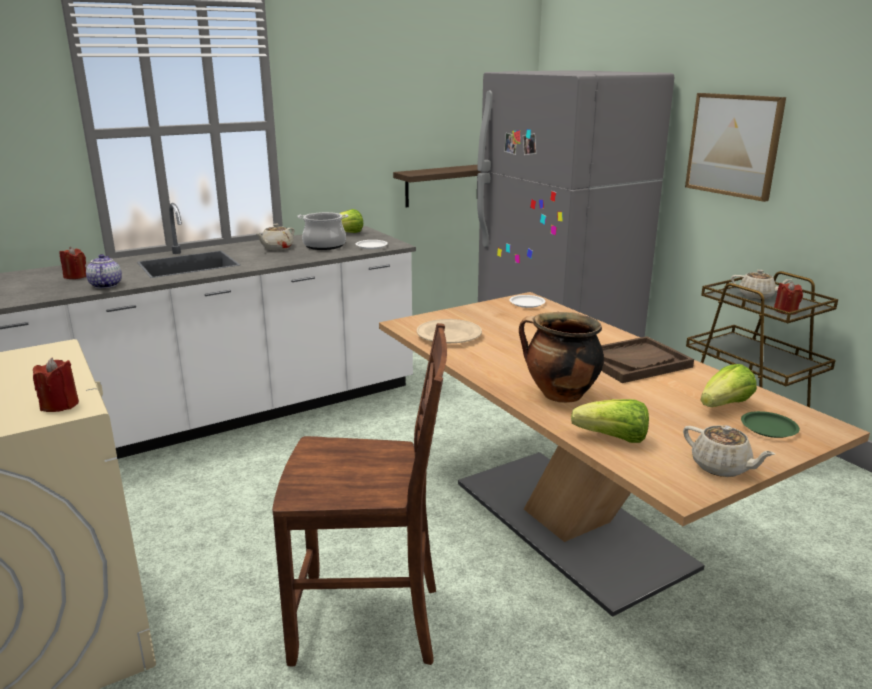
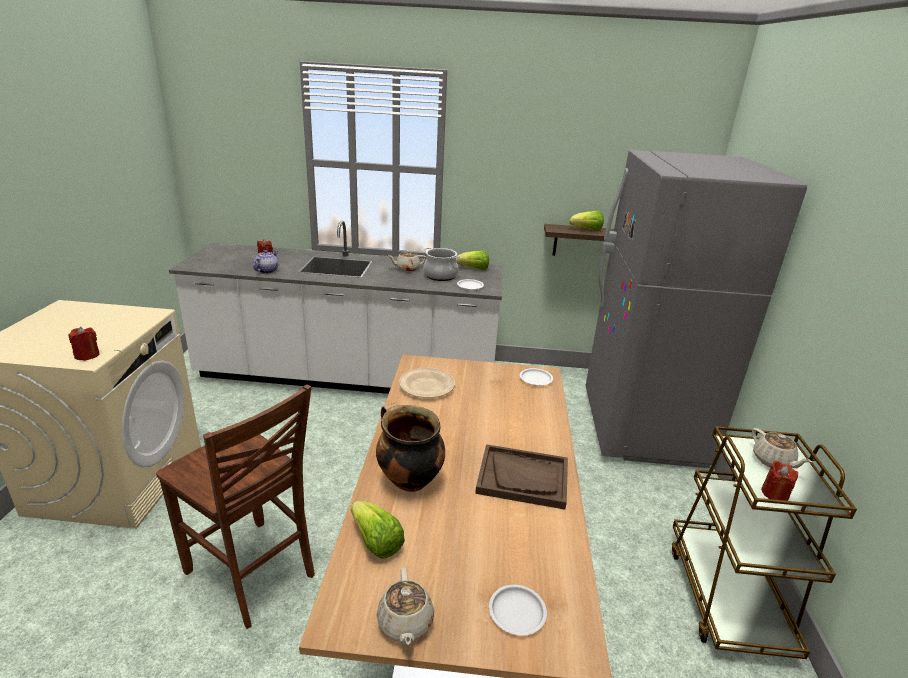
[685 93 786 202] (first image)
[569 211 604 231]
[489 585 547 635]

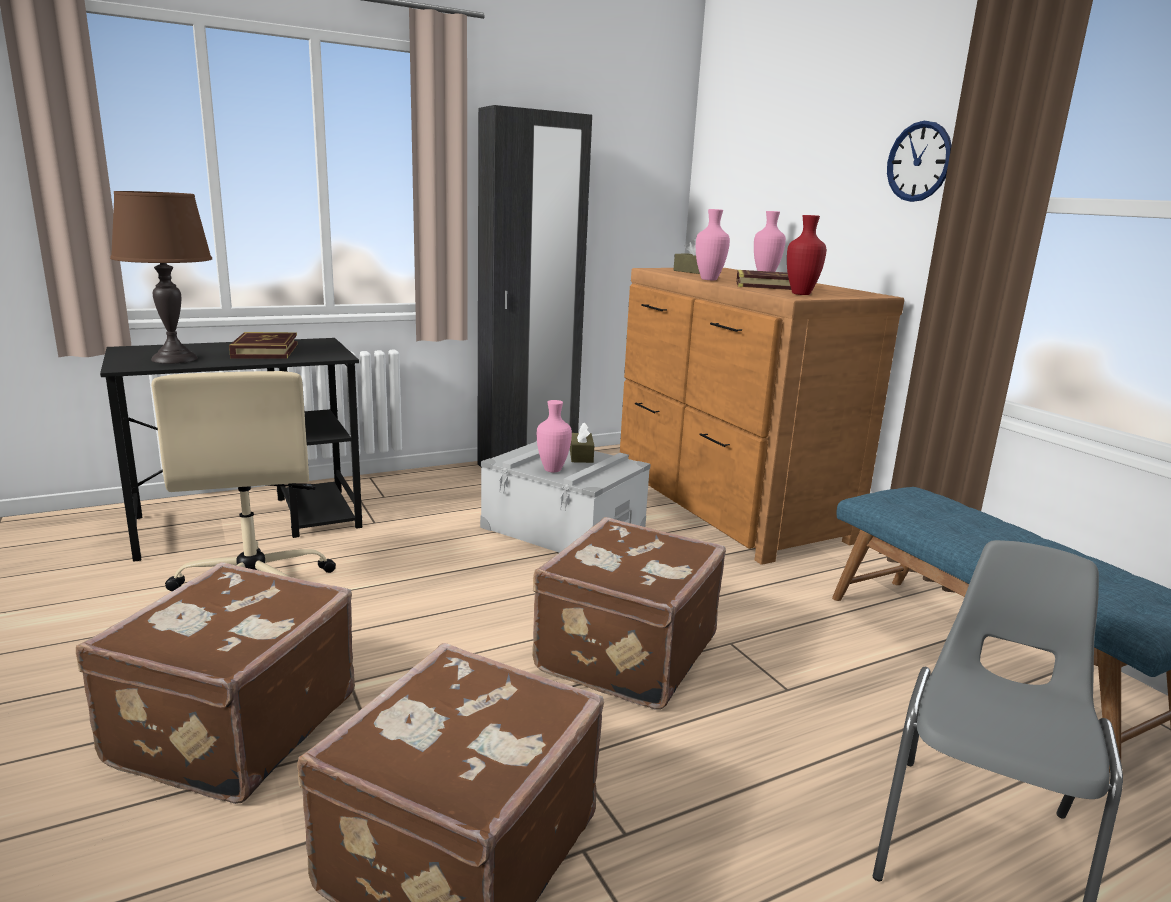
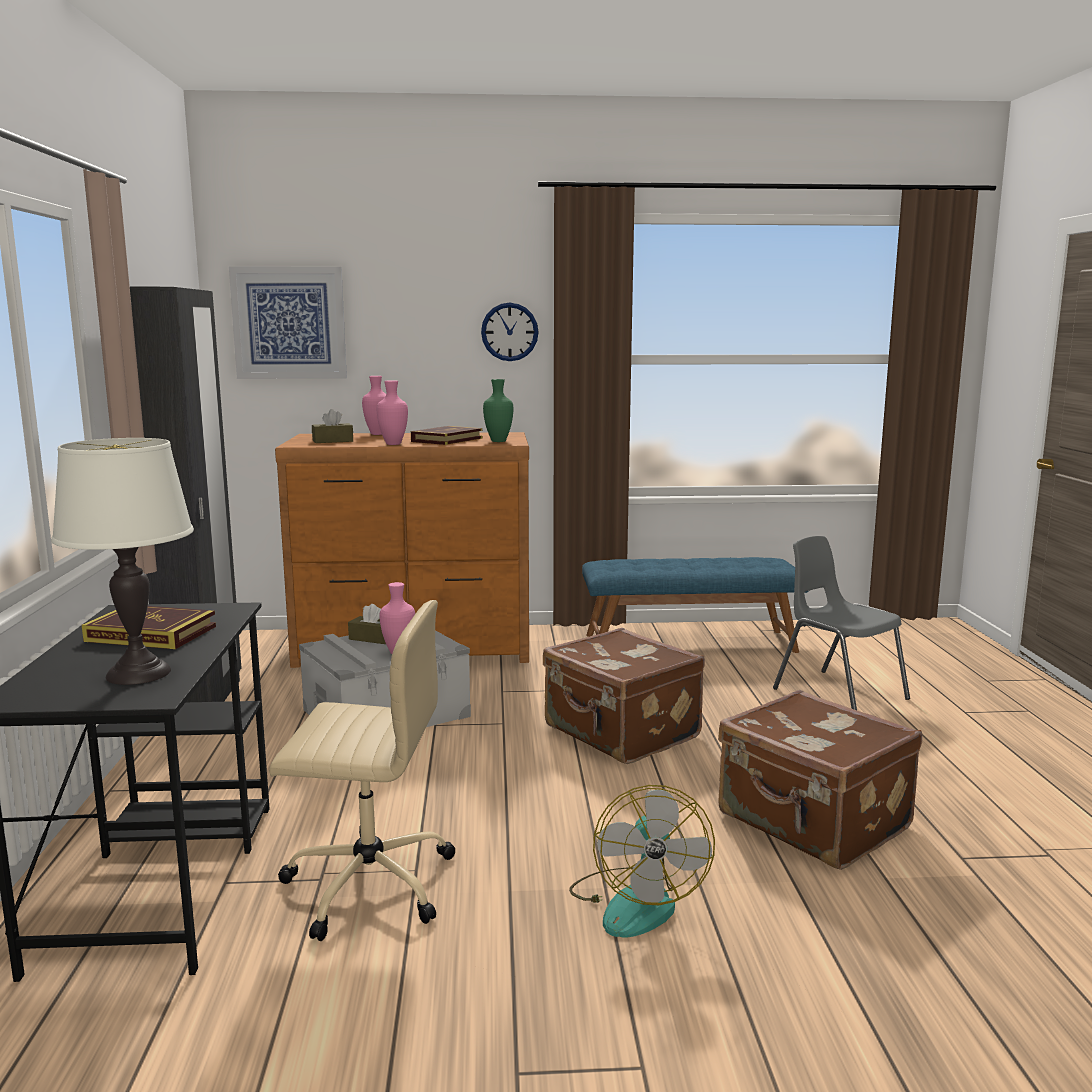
[51 438 194 685]
[483 379 514 442]
[569 785 715 938]
[229 266 347 379]

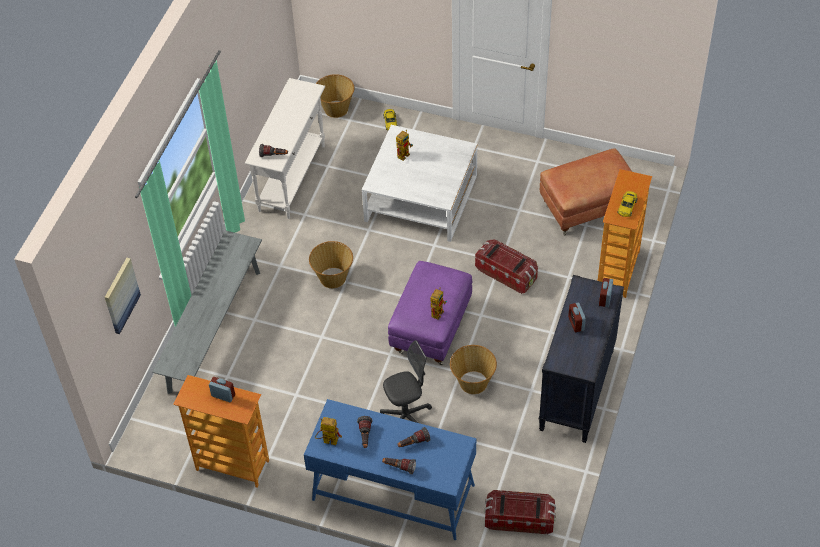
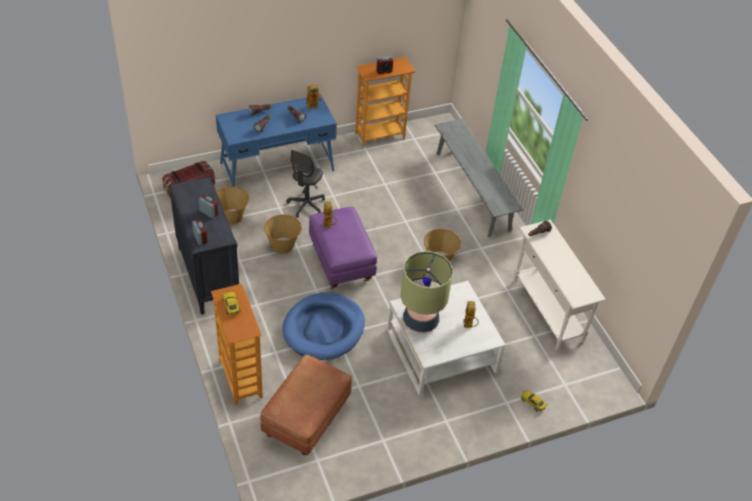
[217 186 249 225]
[282 292 365 360]
[105 258 141 334] (first image)
[400 251 453 333]

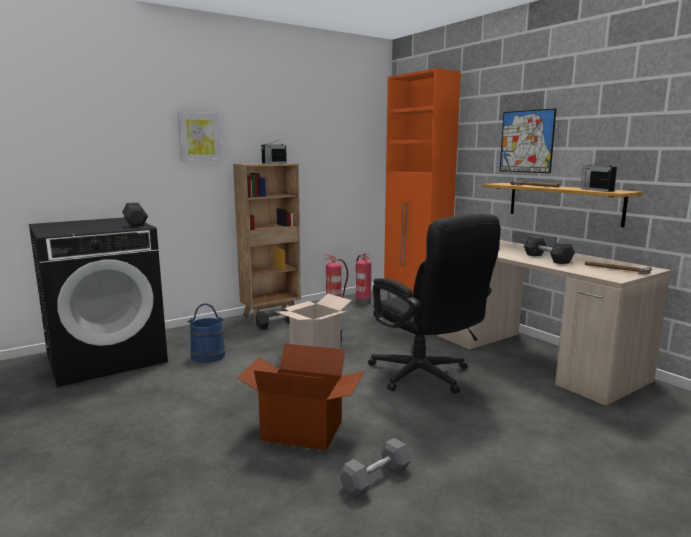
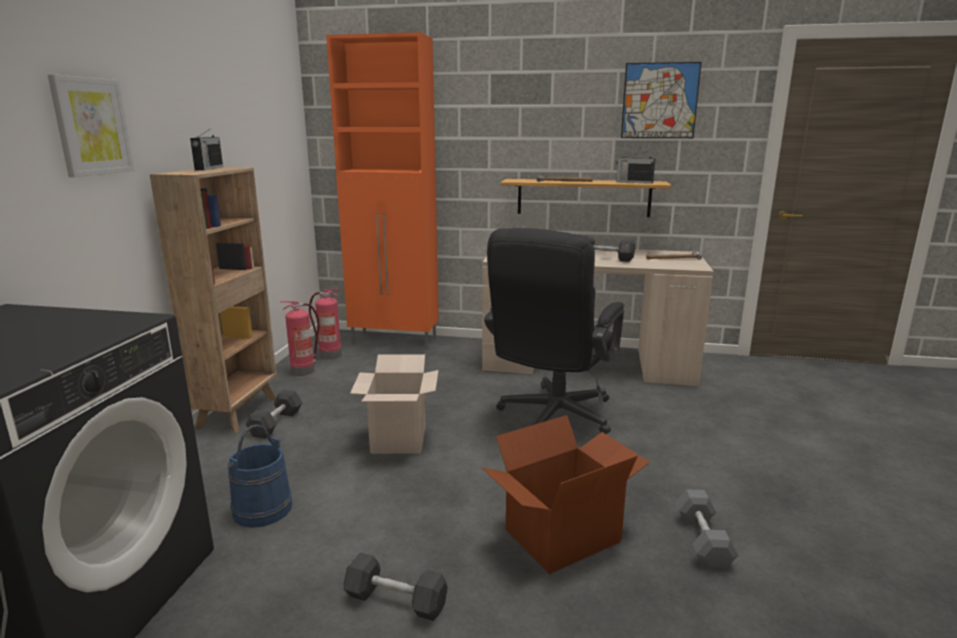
[621 62 702 138]
[344 553 448 621]
[484 228 624 434]

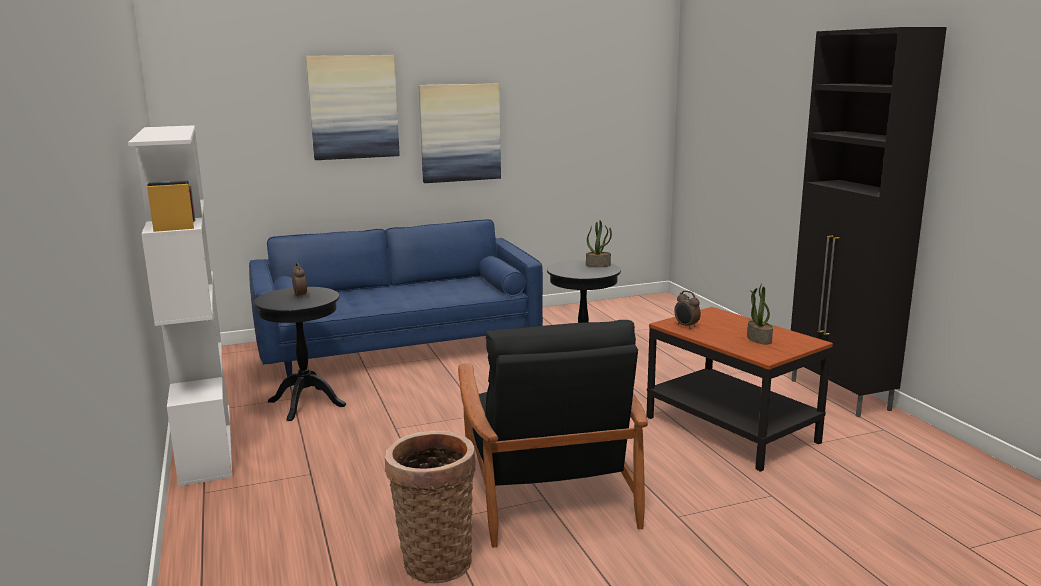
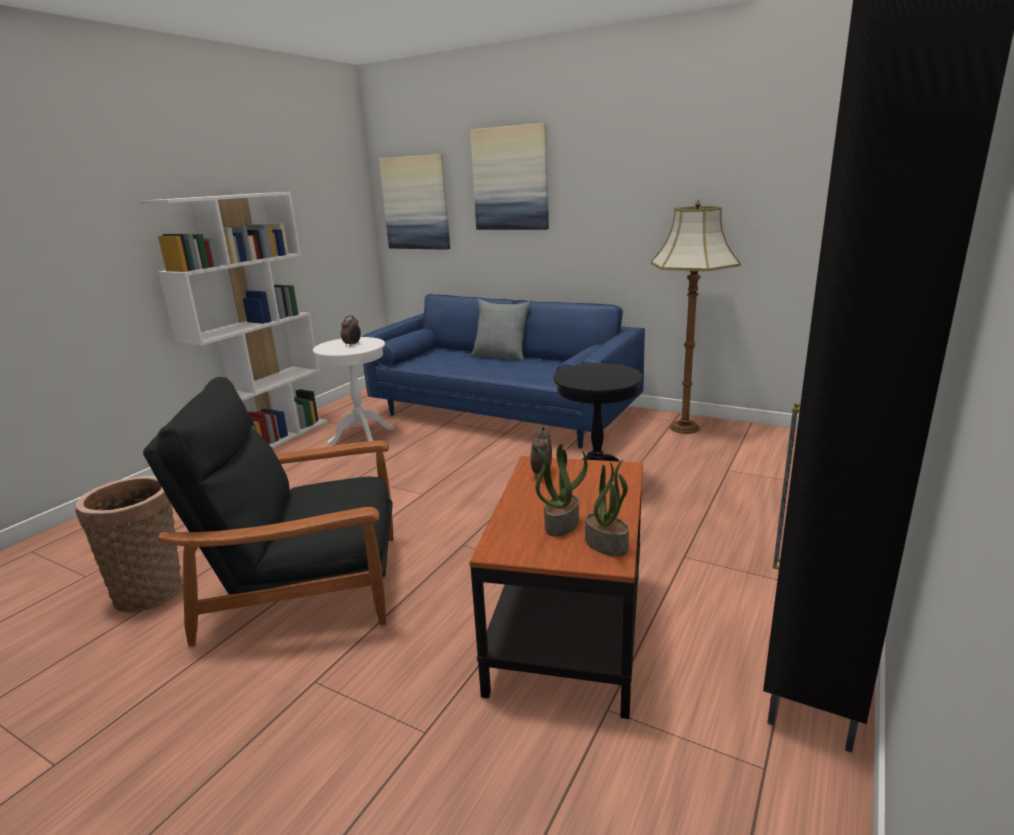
[379 154 450 250]
[585 460 629 557]
[313 337 395 445]
[143 377 393 647]
[651 199 741 434]
[471 299 531 361]

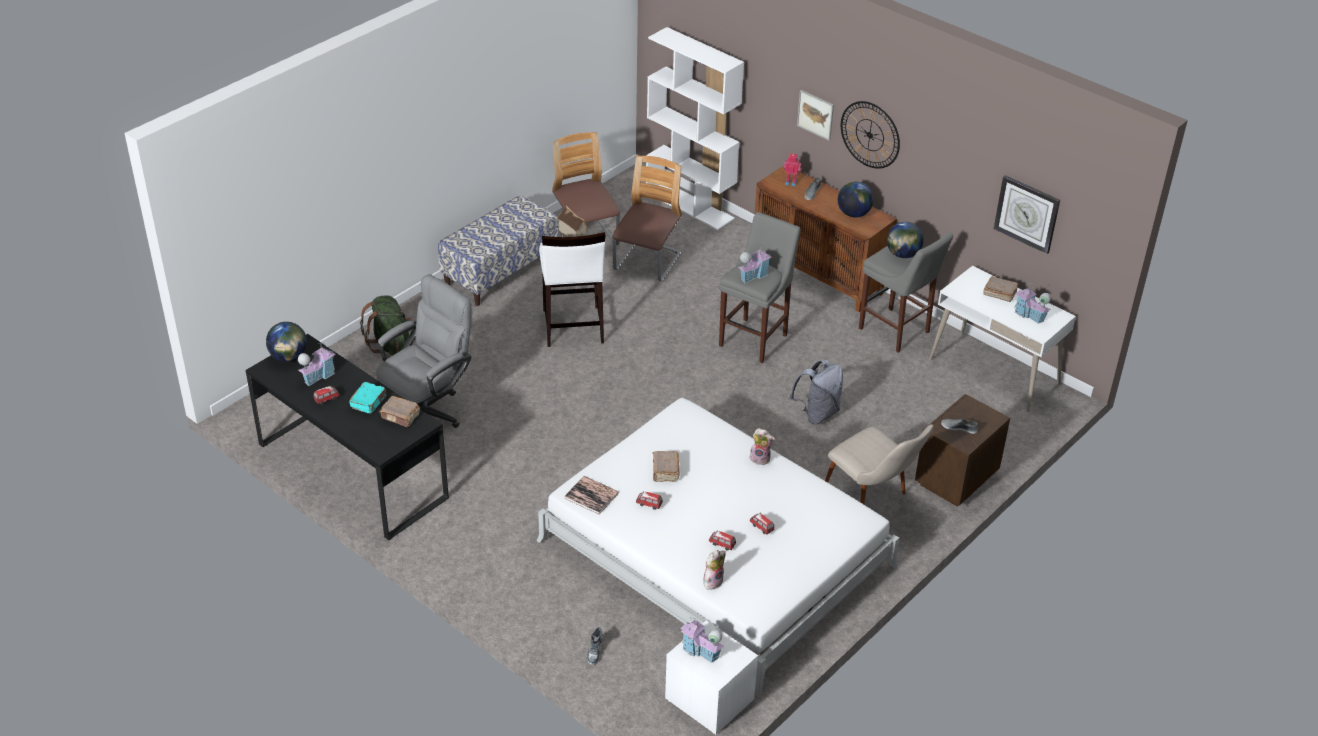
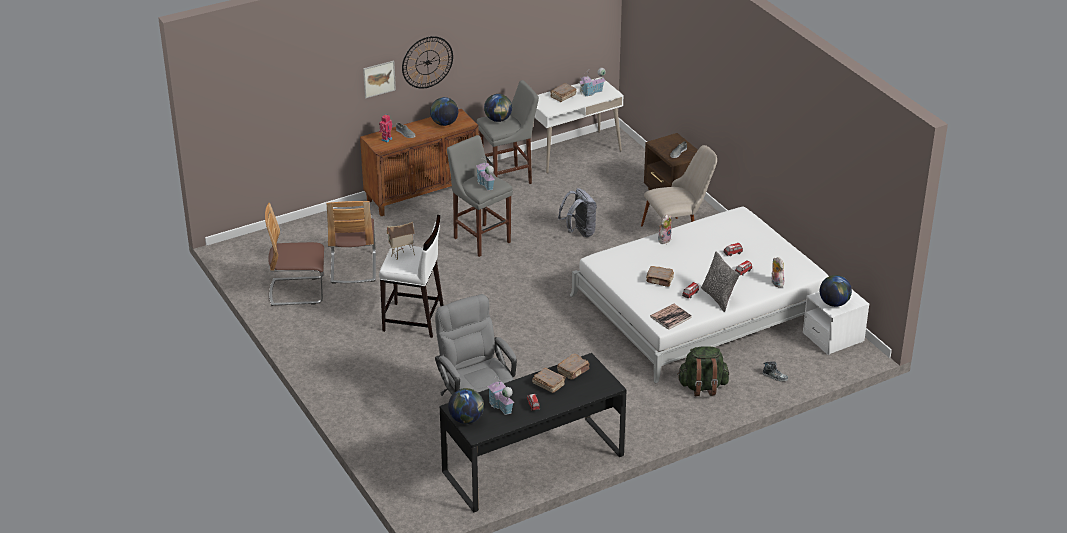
[646 27 744 230] (first image)
[326 201 376 284]
[994 175 1060 254] (first image)
[438 195 558 306] (first image)
[677 346 729 396]
[532 368 566 393]
[820 275 852 307]
[701 252 740 312]

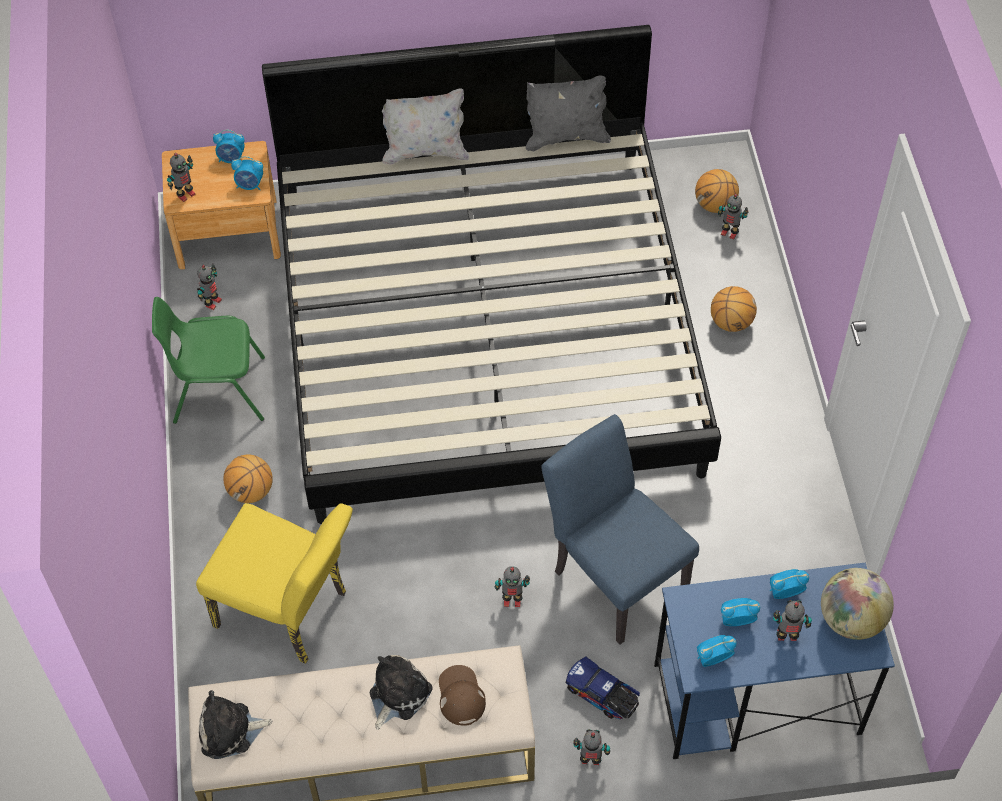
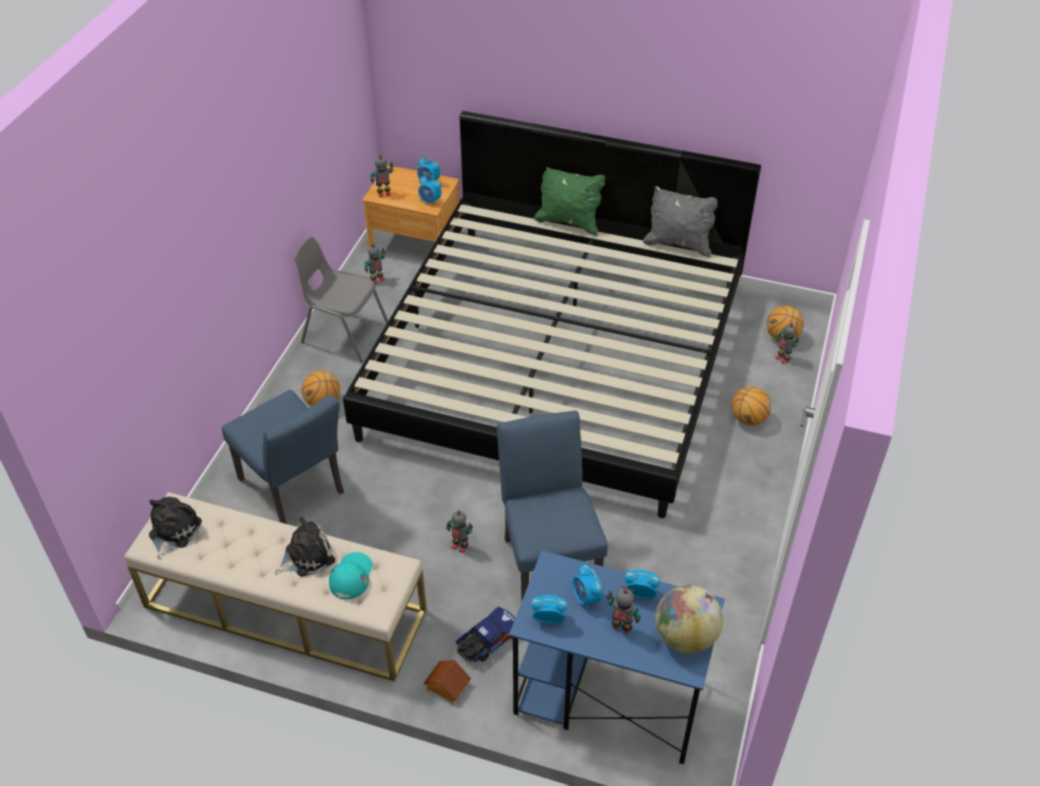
[534 167 605 236]
[293 236 388 362]
[222 390 344 524]
[573 564 603 610]
[456 607 515 662]
[329 552 372 599]
[149 496 202 560]
[424 659 471 703]

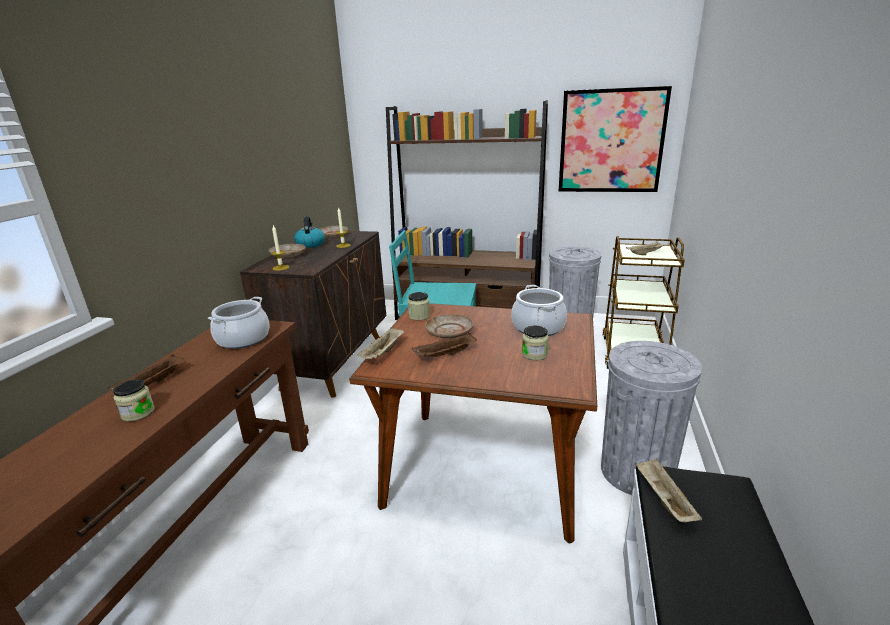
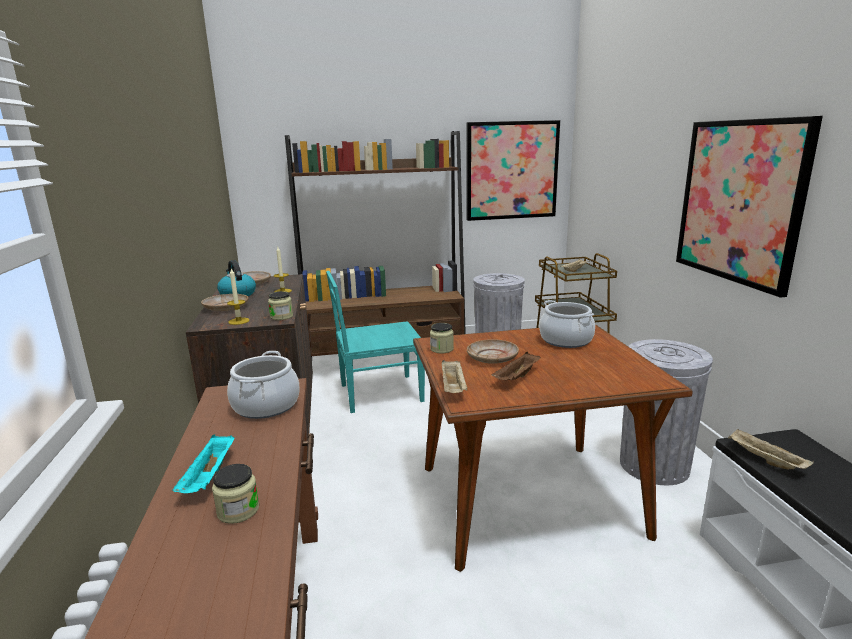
[268 291 293 320]
[172 434 235 493]
[676 116 823 297]

